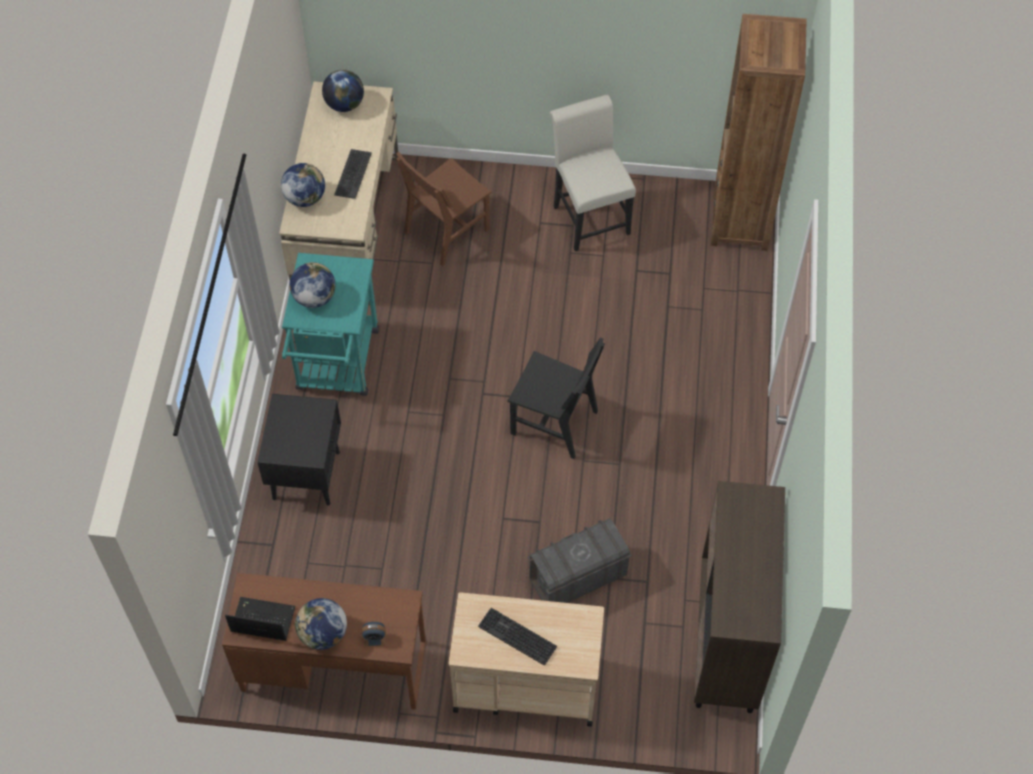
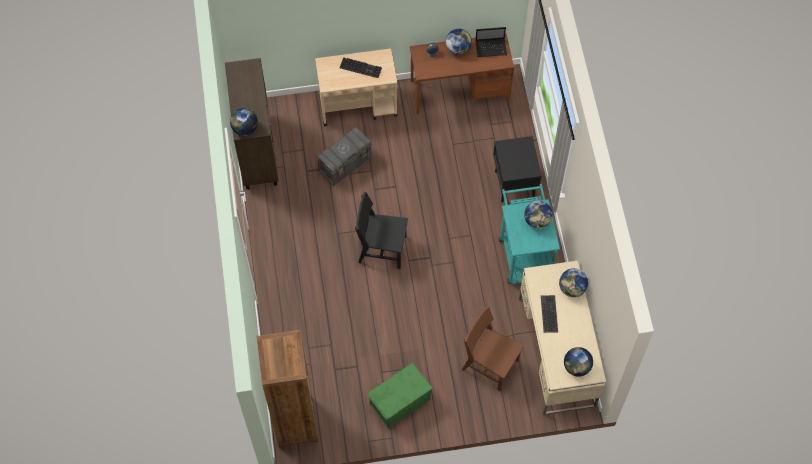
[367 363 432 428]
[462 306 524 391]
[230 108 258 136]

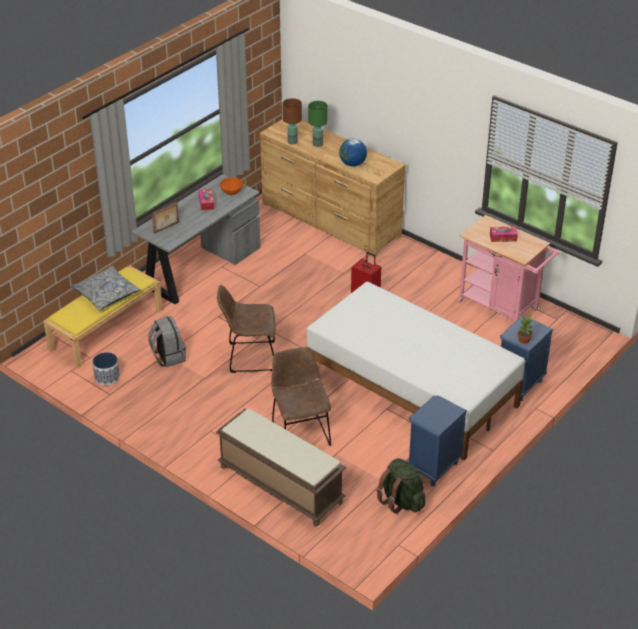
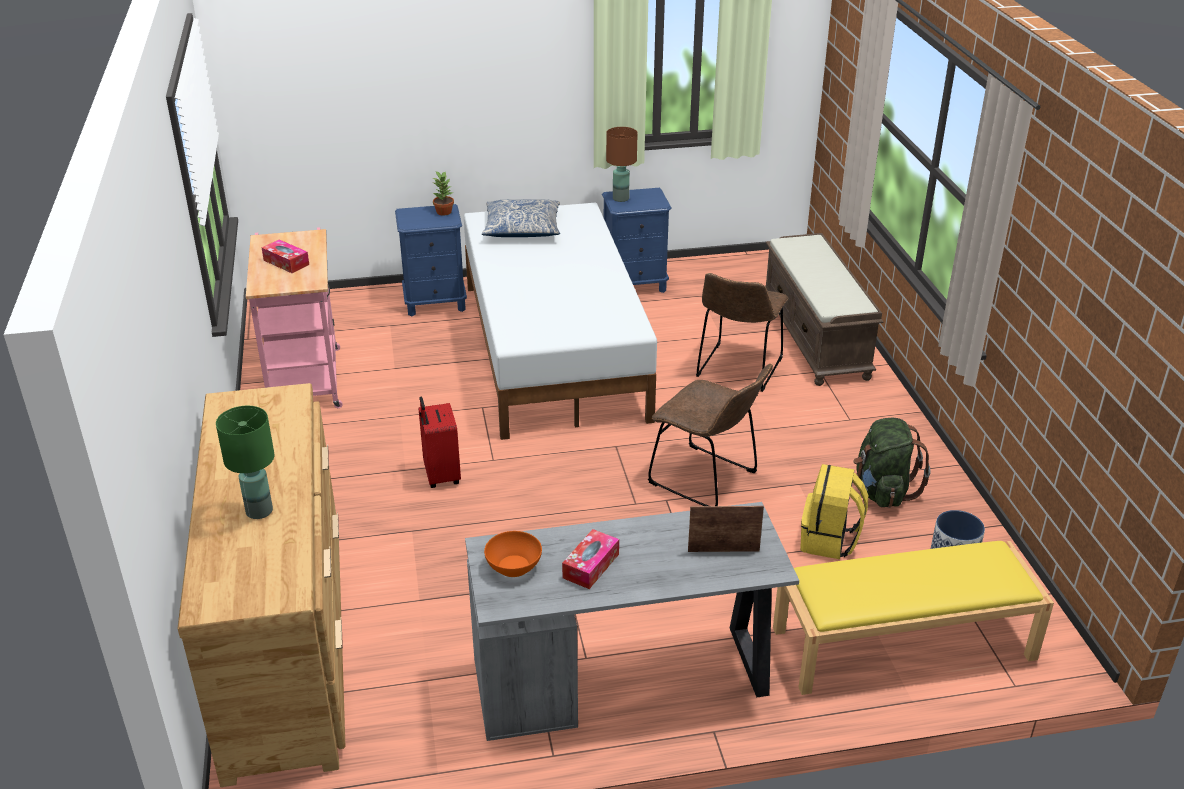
[606 127 637 202]
[339 139 367 167] (first image)
[482 199 560 237]
[801 464 868 559]
[853 417 931 508]

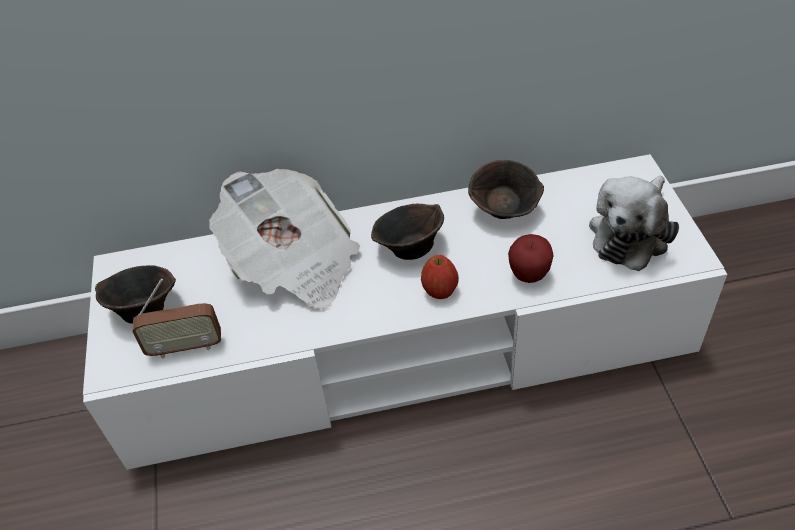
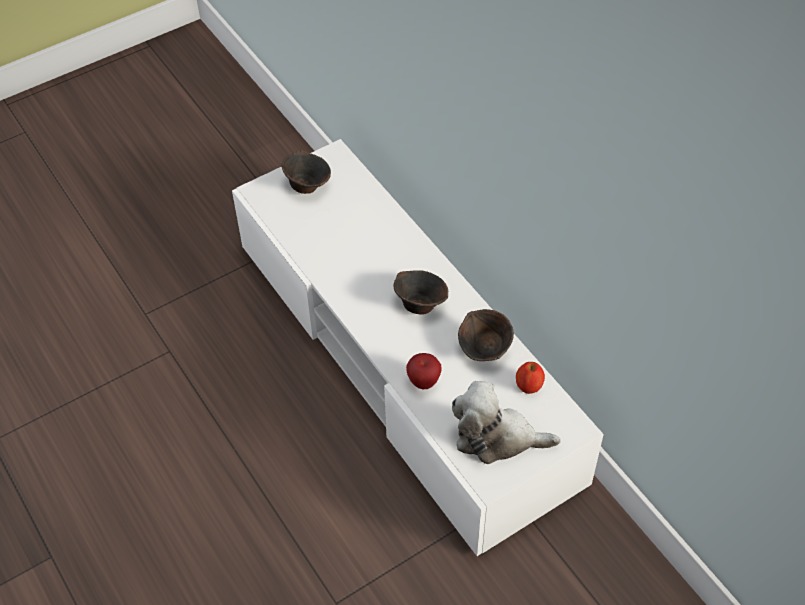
[209 169 360 309] (first image)
[516 362 545 394]
[133 279 221 359] (first image)

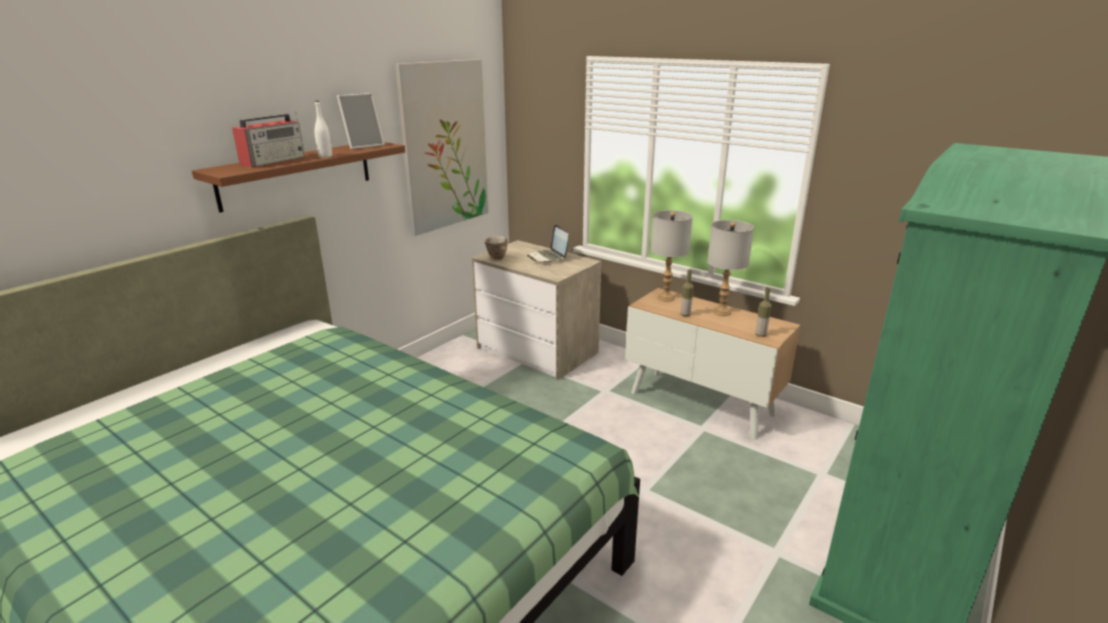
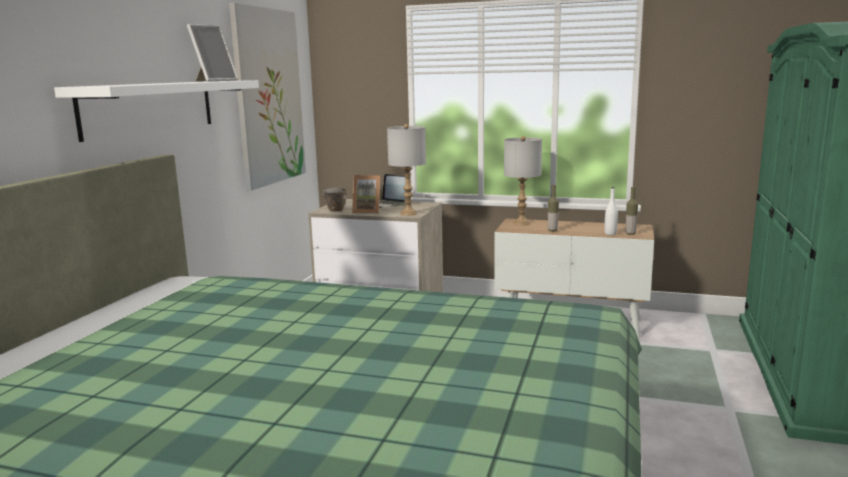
[604 187 618 235]
[232 111 305 168] (first image)
[54 80 259 142]
[387 124 426 216]
[352 175 381 214]

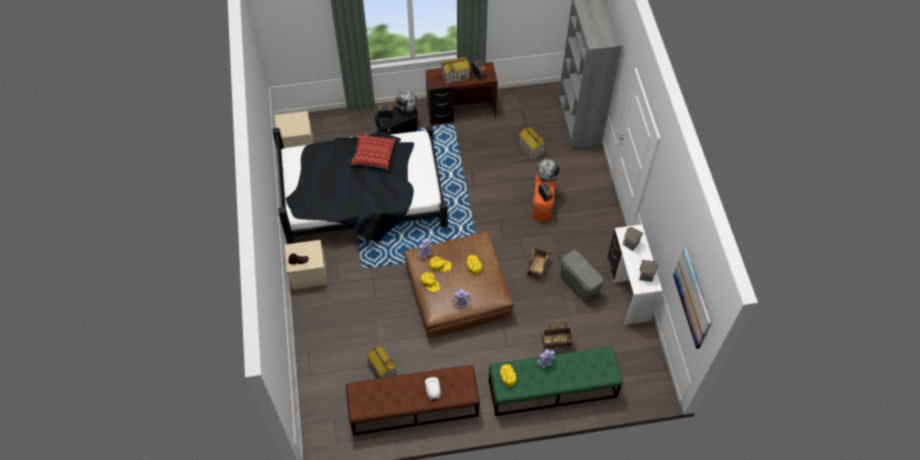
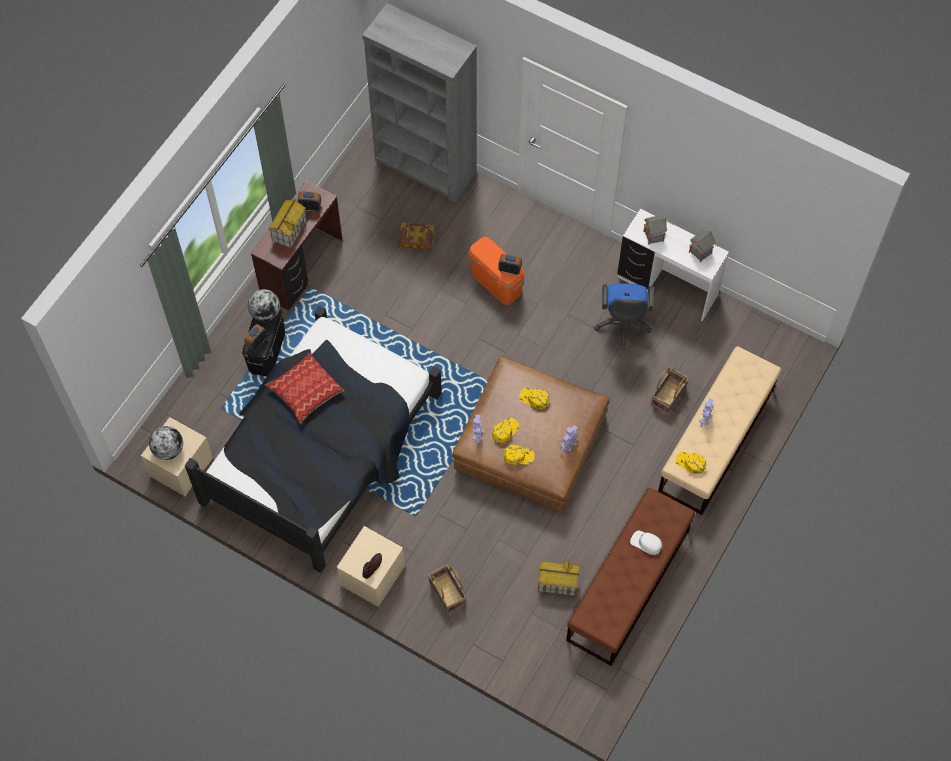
[399 223 434 250]
[149 426 183 460]
[428 564 466 614]
[673 248 712 349] (first image)
[594 283 653 349]
[658 346 781 515]

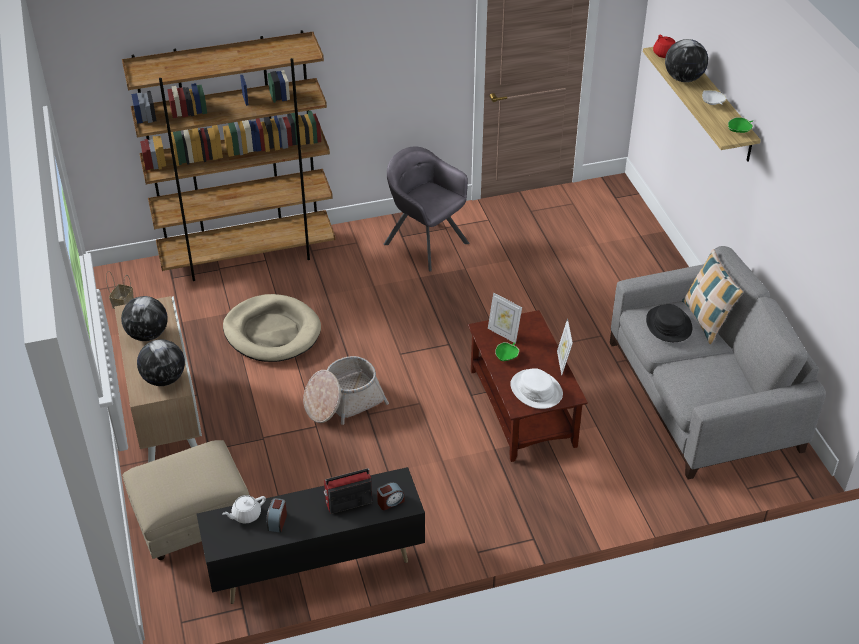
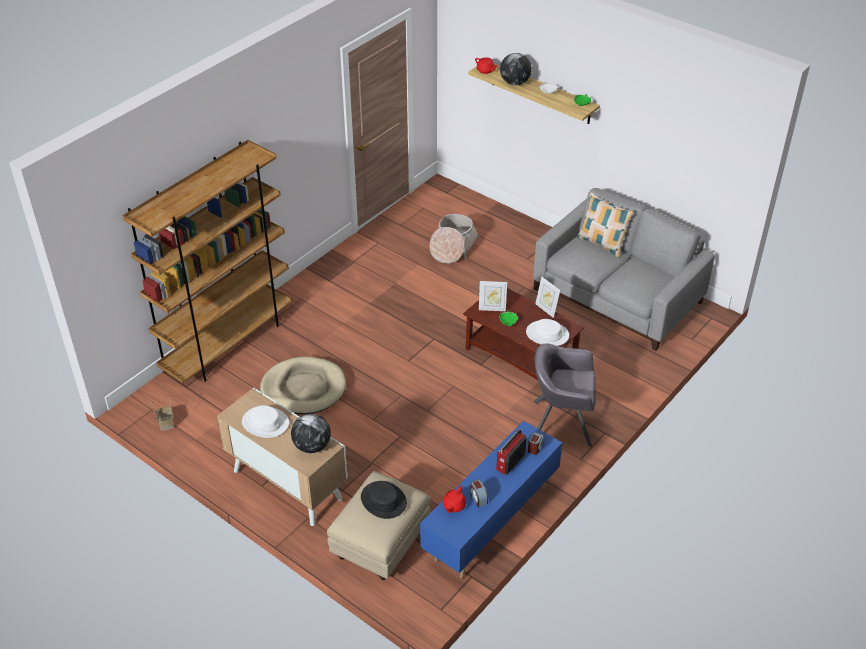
[534 343 596 447]
[242 405 289 438]
[361 481 407 519]
[430 214 480 264]
[420 421 562 579]
[443 486 466 513]

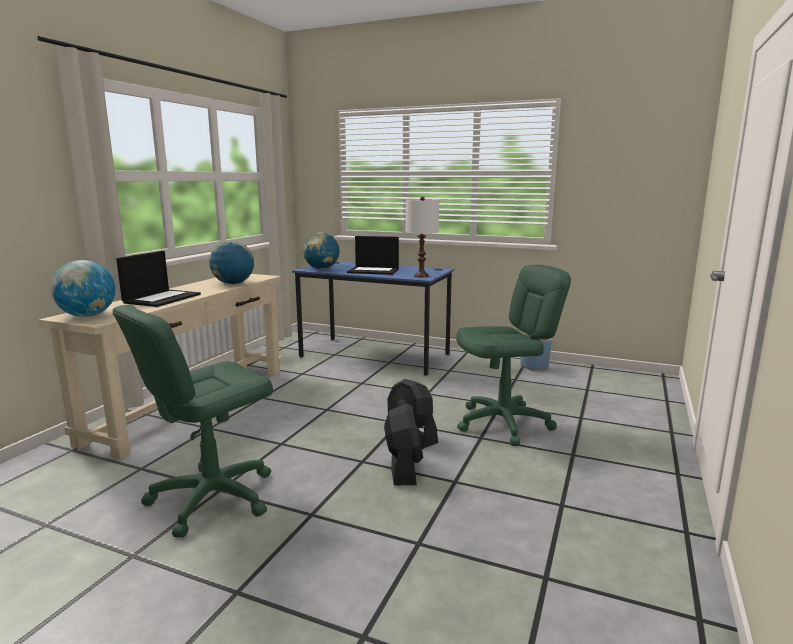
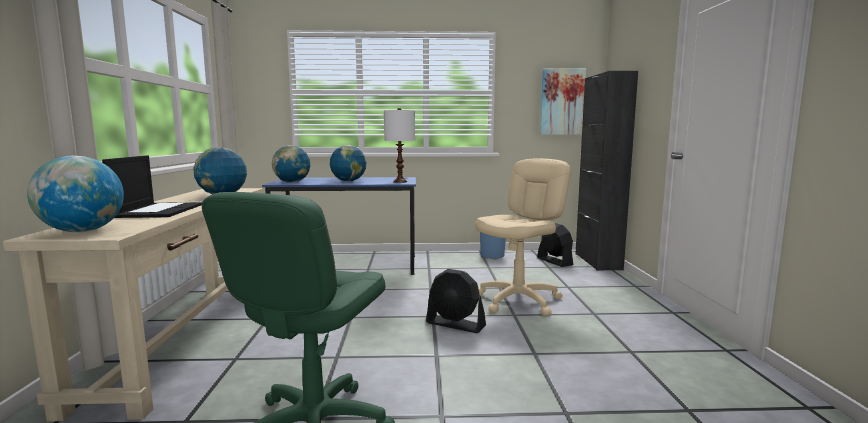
[330 145 366 181]
[476 159 571 316]
[537 223 573 267]
[540 68 586 135]
[575 71 638 270]

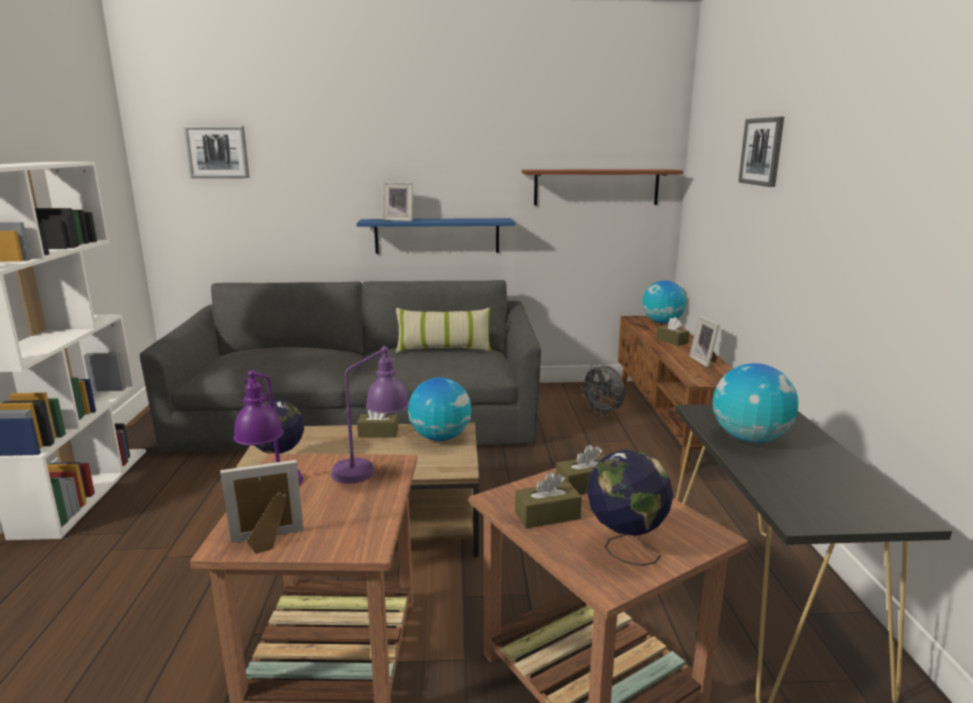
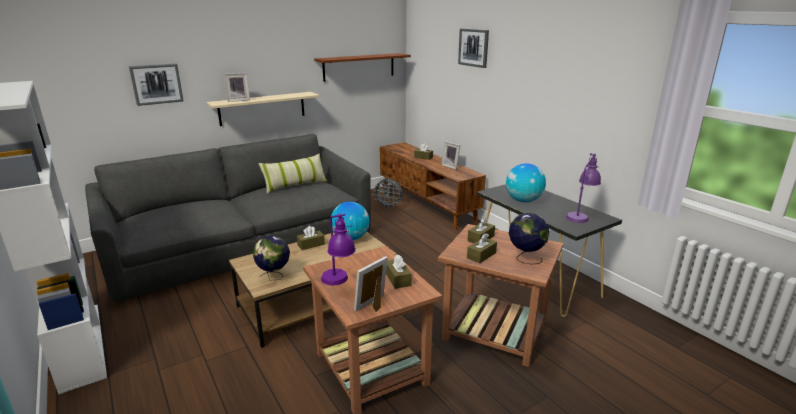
[129 64 184 106]
[207 92 320 126]
[642 280 686 323] (first image)
[566 153 601 223]
[386 254 412 289]

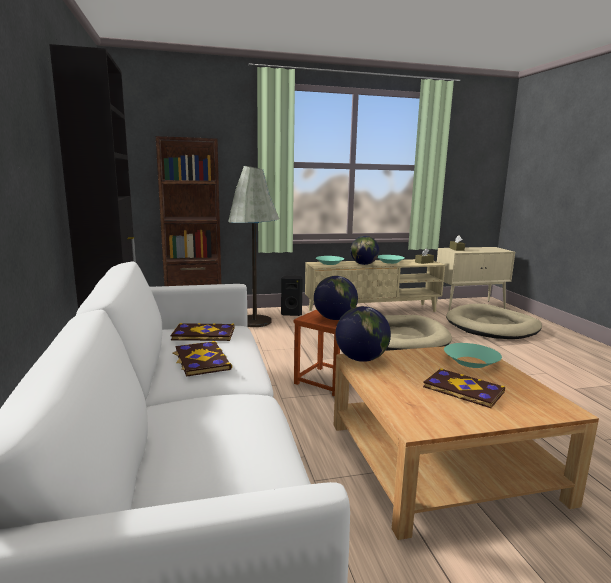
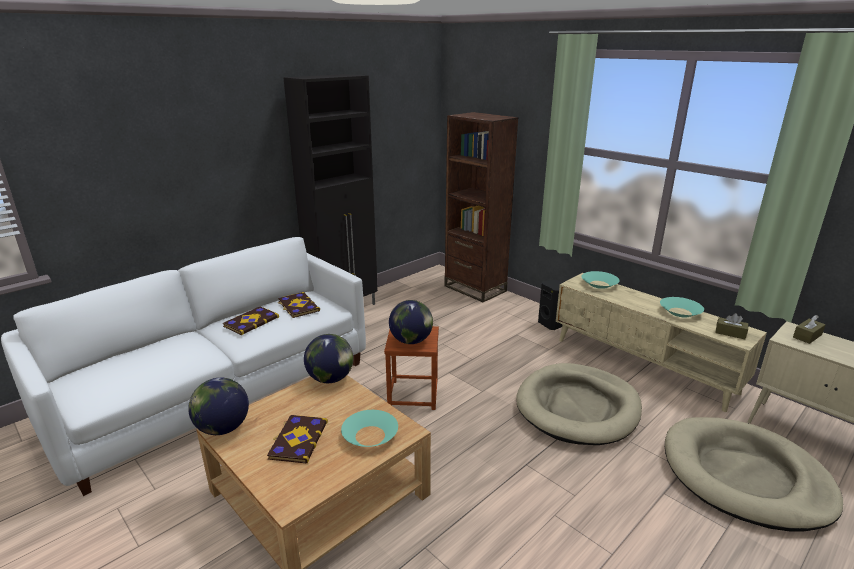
[228 166 279 327] (first image)
[188 378 249 435]

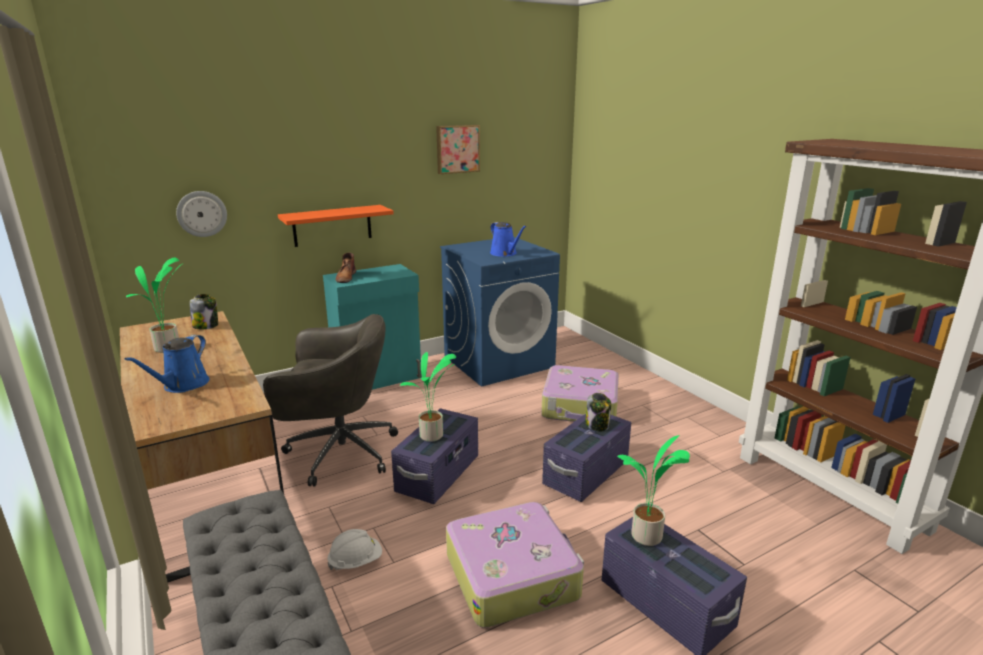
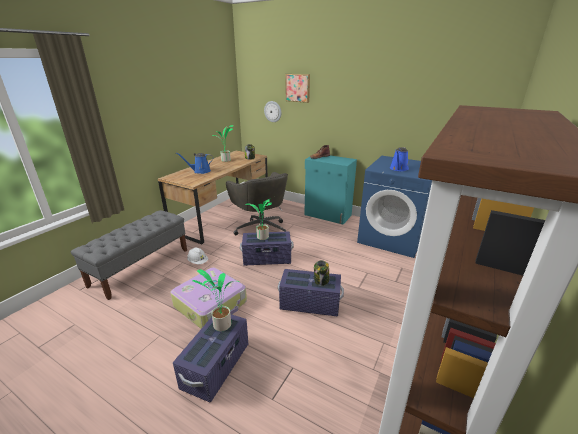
[286 74 310 103]
[278 205 394 247] (first image)
[541 365 619 422] (first image)

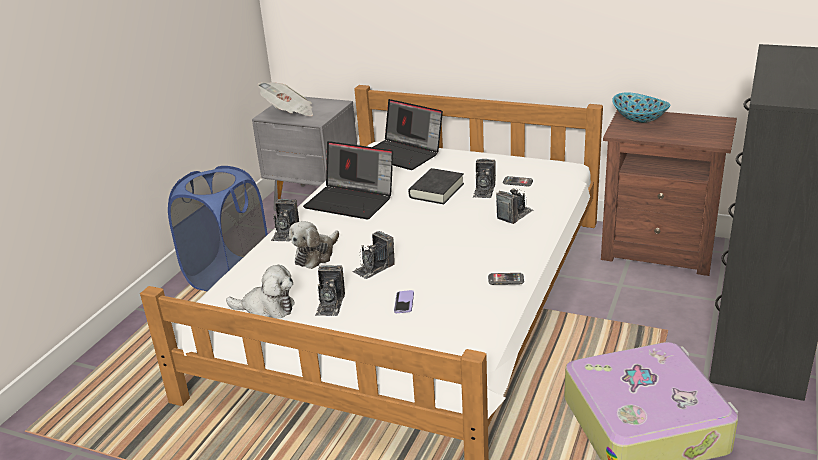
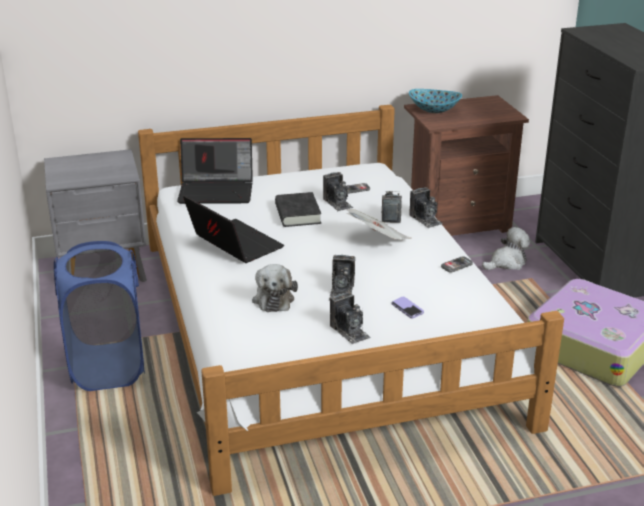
[347 209 412 241]
[183 195 284 263]
[409 187 443 228]
[482 227 530 270]

